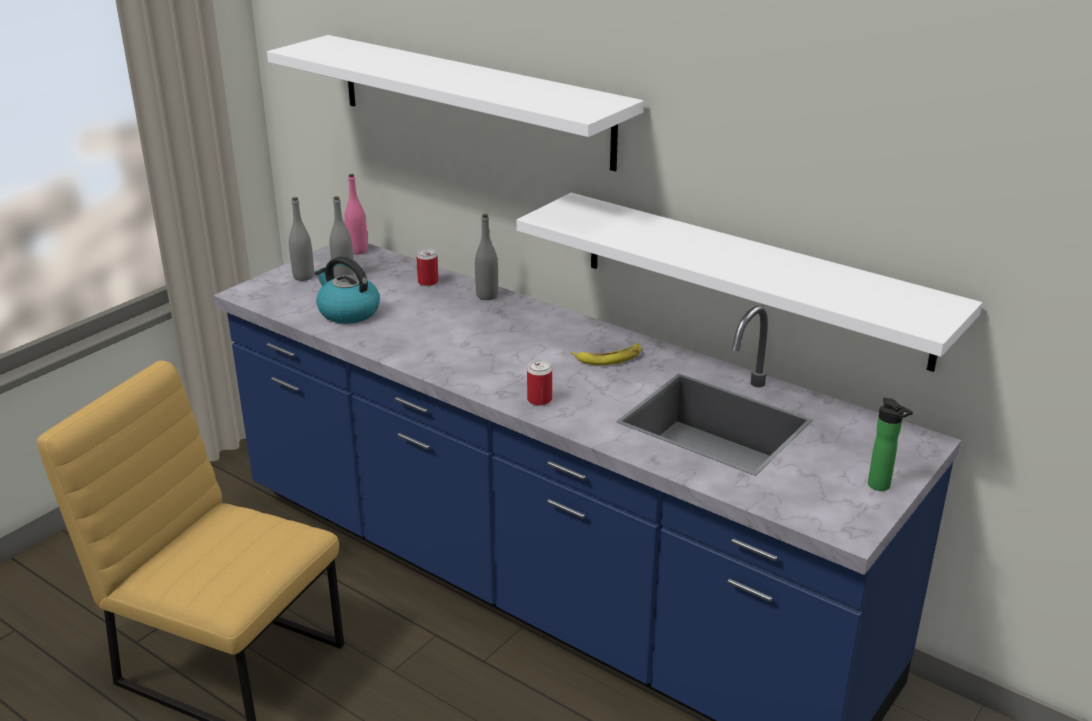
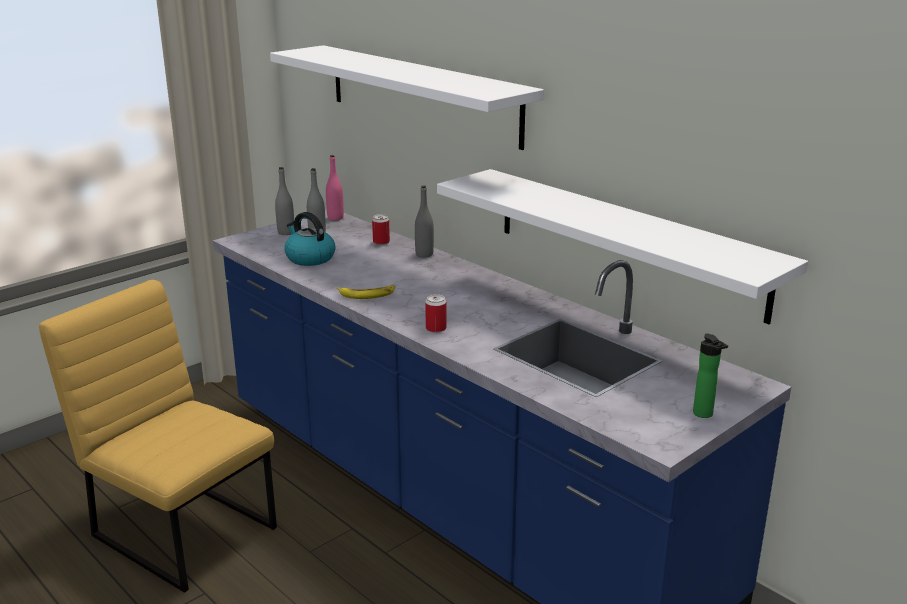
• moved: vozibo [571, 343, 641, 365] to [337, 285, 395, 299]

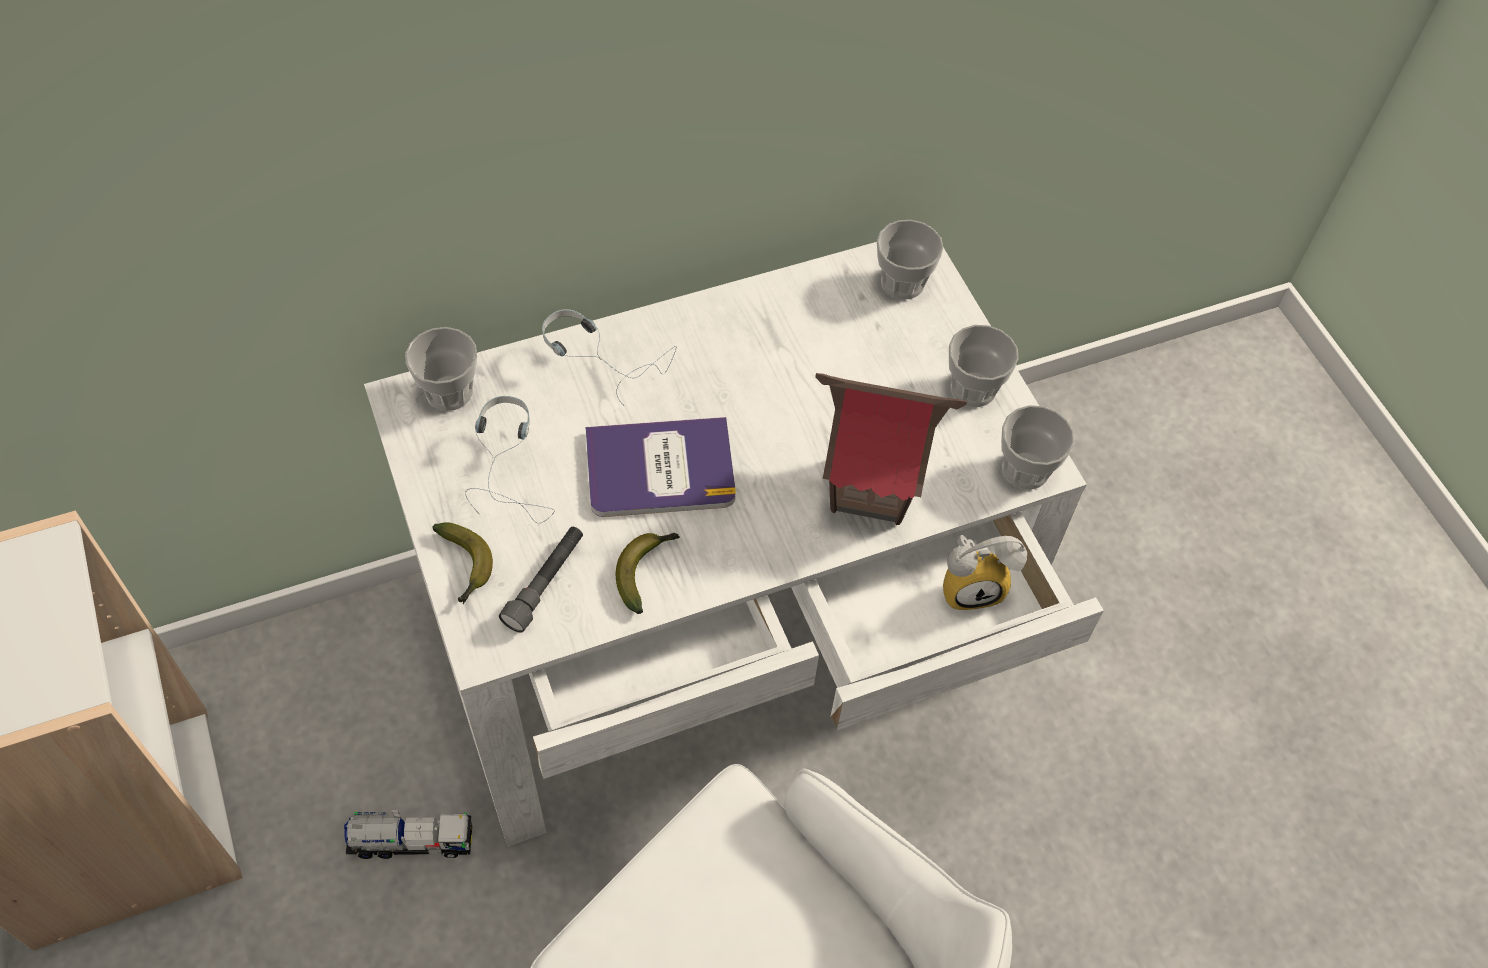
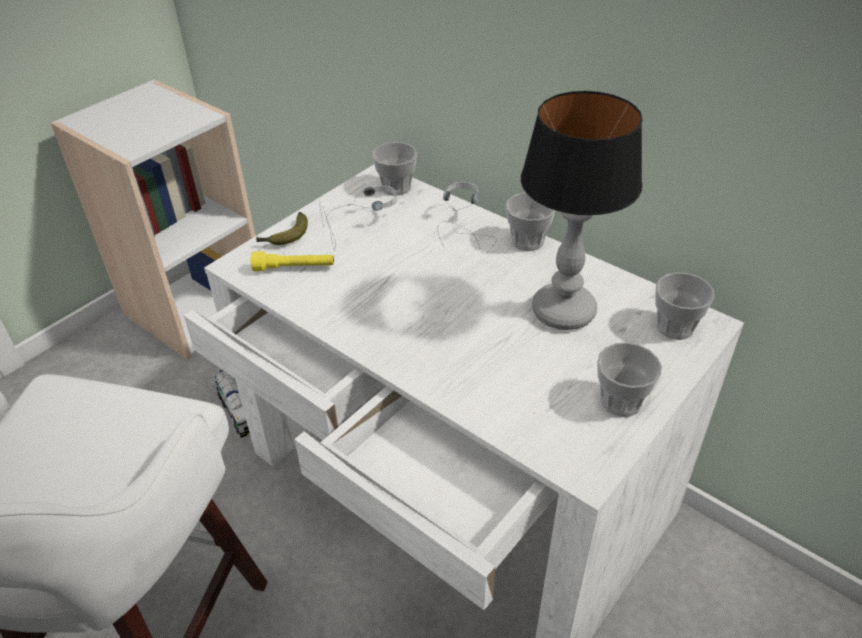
• removed: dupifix [815, 373, 967, 525]
• moved: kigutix [1001, 405, 1074, 490] to [506, 193, 555, 251]
• removed: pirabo [585, 417, 736, 517]
• recoloured: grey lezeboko [499, 527, 583, 633] to yellow lezeboko [251, 251, 334, 271]
• removed: vozibo [616, 533, 679, 614]
• removed: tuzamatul [943, 535, 1027, 610]
• added: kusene [521, 91, 643, 330]

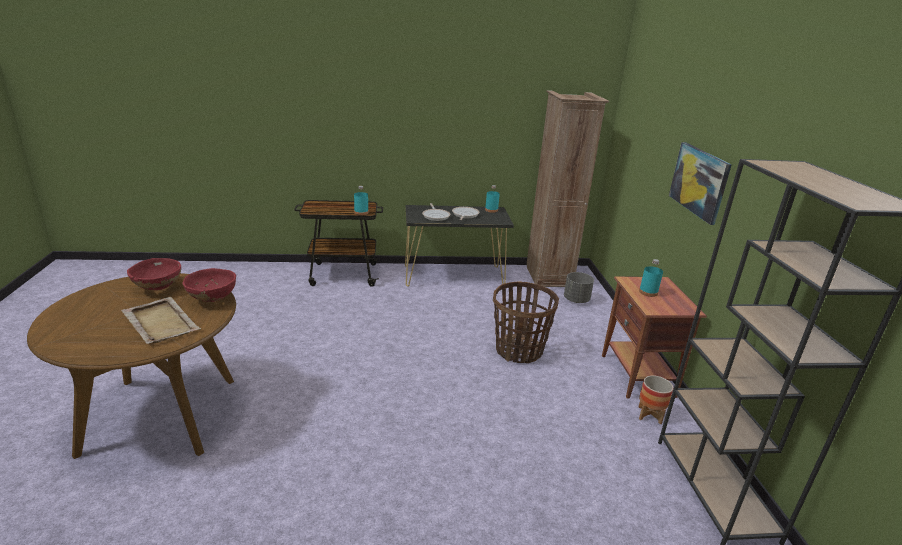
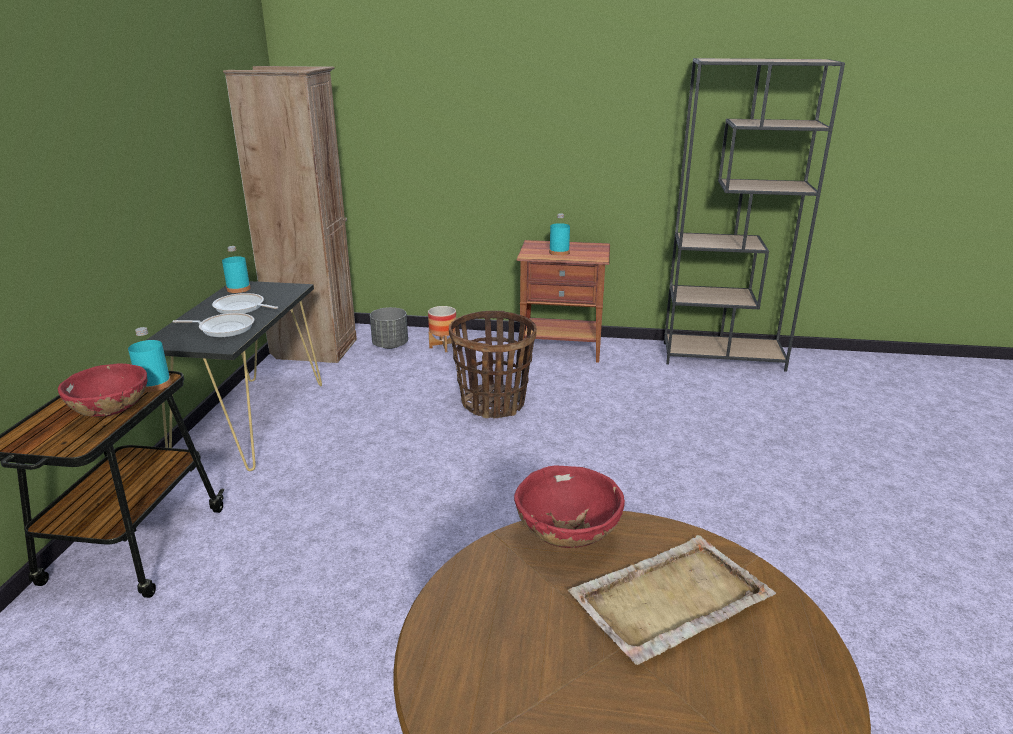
• removed: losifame [669, 142, 732, 225]
• moved: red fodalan [127, 258, 181, 290] to [58, 363, 147, 417]
• moved: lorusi [639, 375, 673, 425] to [428, 306, 457, 352]

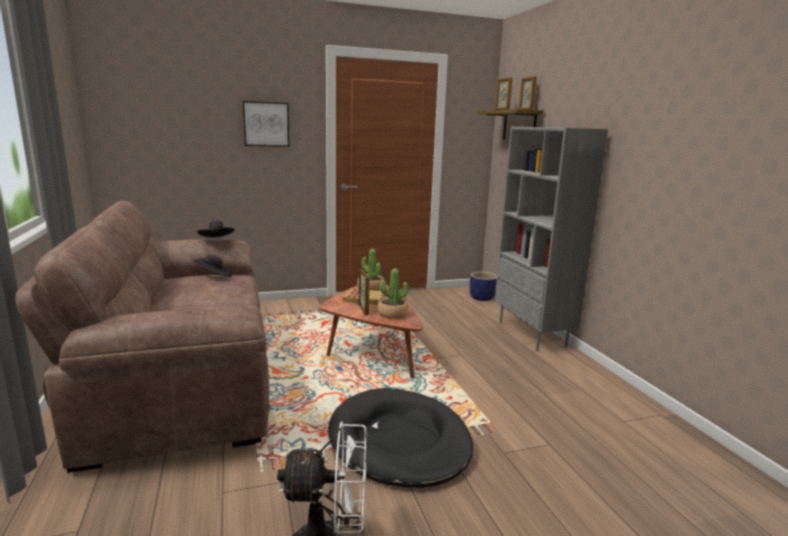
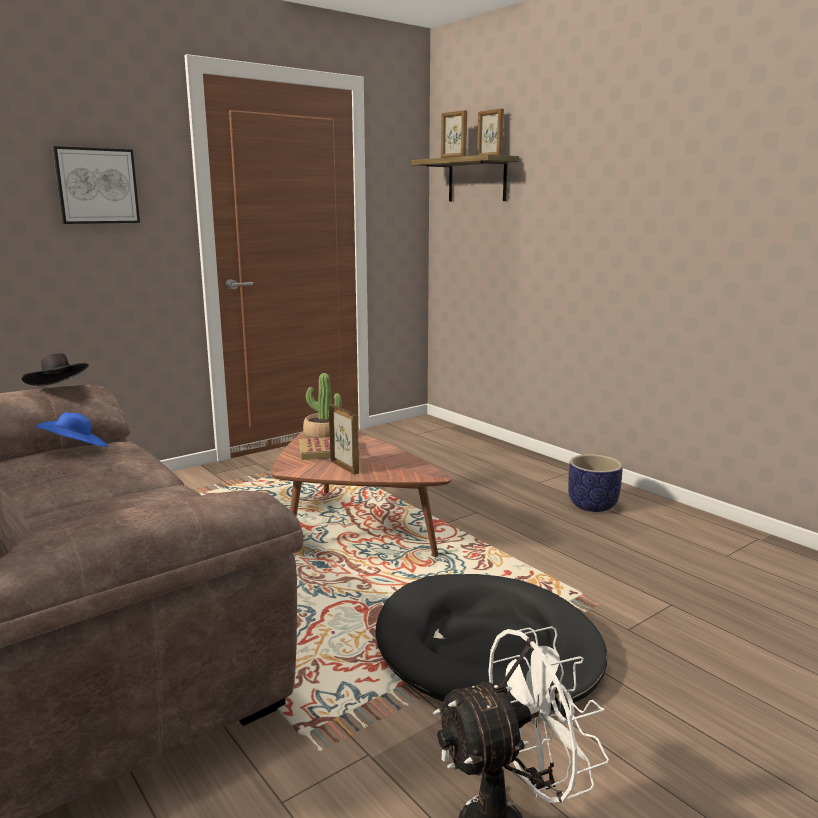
• removed: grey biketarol [495, 127, 608, 351]
• recoloured: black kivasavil [193, 254, 232, 277] to blue kivasavil [35, 412, 109, 447]
• removed: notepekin [377, 268, 409, 319]
• moved: lorusi [470, 272, 497, 301] to [568, 454, 623, 512]

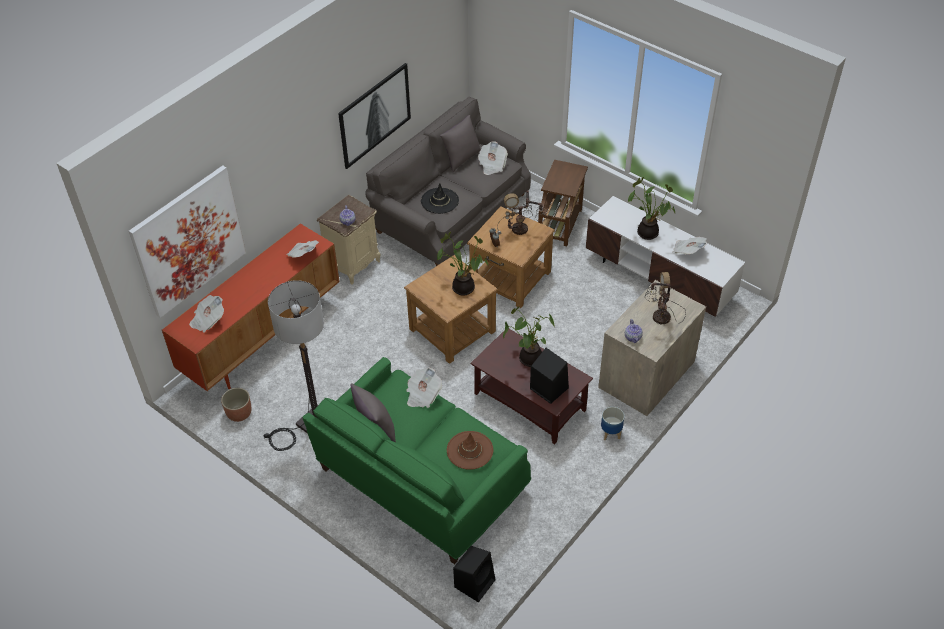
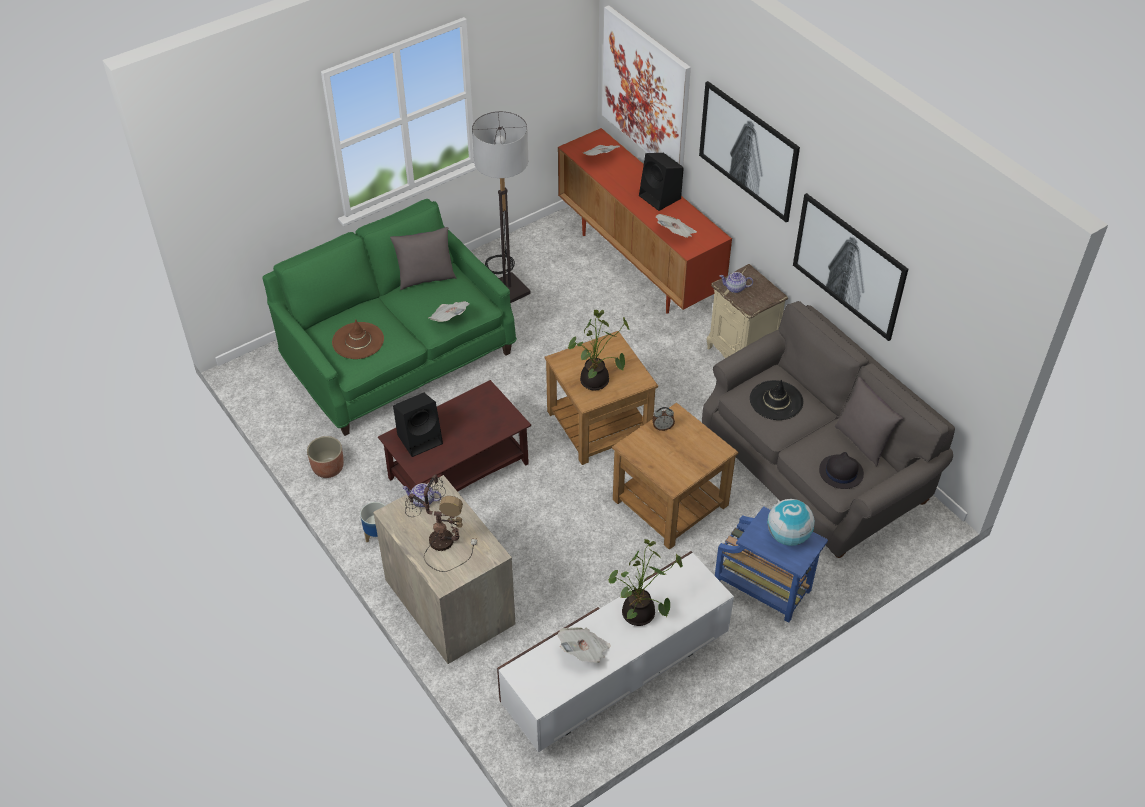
• replaced: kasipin [478, 141, 508, 175] to black kivasavil [819, 452, 864, 489]
• recoloured: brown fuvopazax [538, 160, 588, 246] to blue fuvopazax [715, 506, 828, 623]
• removed: kusene [497, 190, 546, 235]
• removed: notepekin [503, 307, 555, 367]
• moved: lorusi [221, 388, 252, 422] to [307, 436, 344, 478]
• moved: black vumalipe [453, 546, 495, 603] to [639, 153, 684, 211]
• added: losifame [699, 81, 800, 223]
• added: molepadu [767, 499, 815, 546]

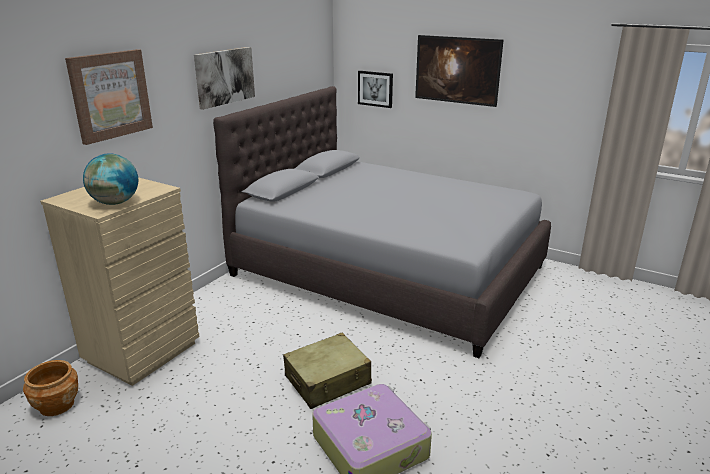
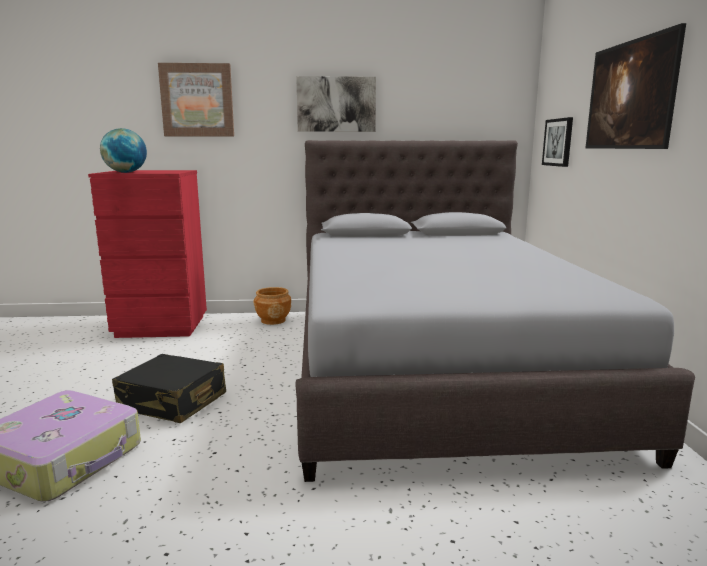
• recoloured: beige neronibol [40, 177, 200, 386] to red neronibol [88, 170, 207, 338]
• recoloured: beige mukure [283, 333, 372, 409] to black mukure [112, 354, 226, 423]
• moved: brown lorusi [23, 360, 78, 416] to [253, 287, 291, 325]

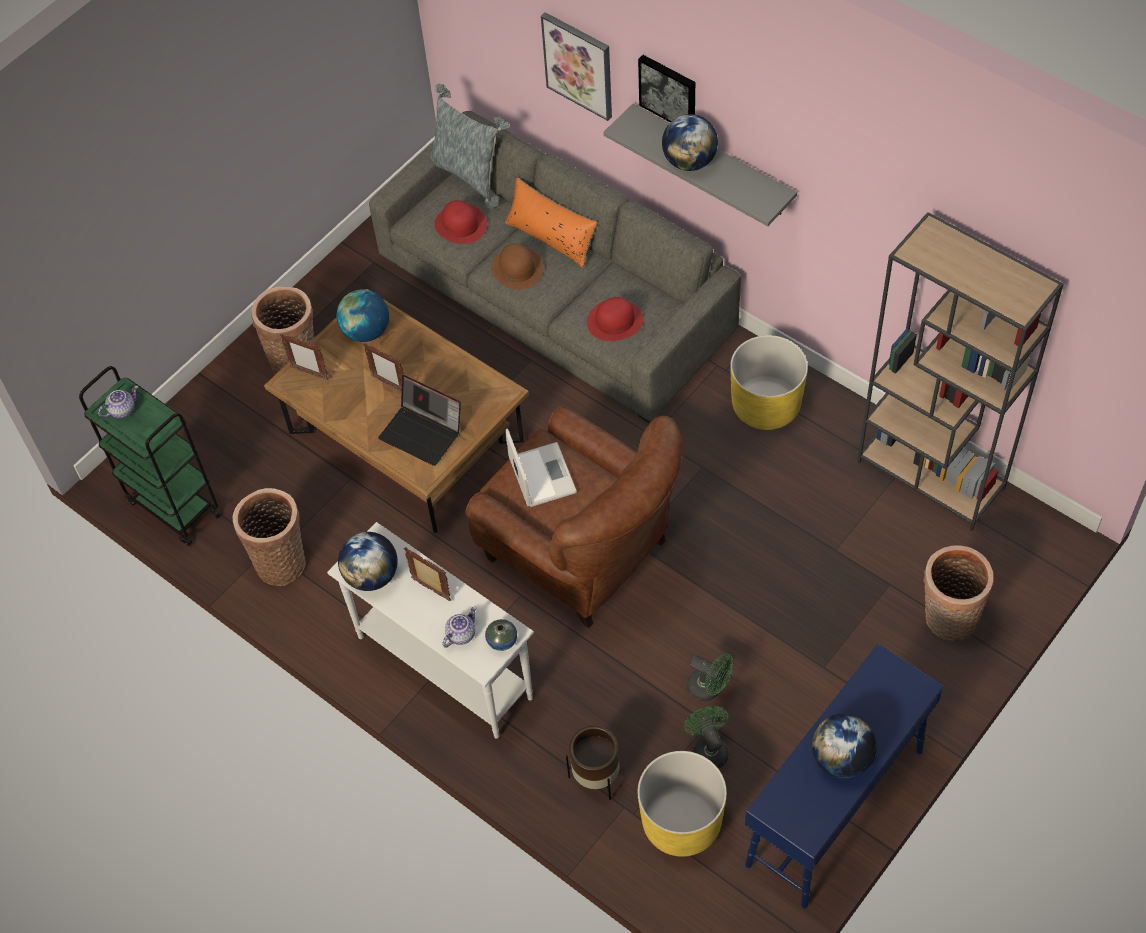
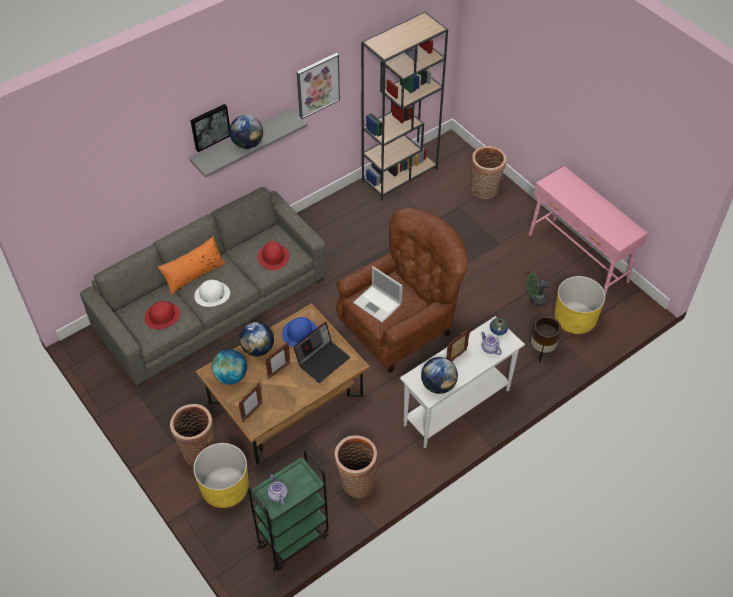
• moved: losifame [541, 12, 612, 121] to [297, 53, 340, 119]
• removed: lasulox [430, 84, 510, 209]
• recoloured: brown kivasavil [491, 243, 544, 290] to white kivasavil [194, 280, 230, 307]
• moved: yellow lorusi [730, 335, 808, 430] to [193, 443, 249, 508]
• turned: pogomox [505, 429, 577, 507] = [353, 266, 403, 323] 135 degrees counterclockwise
• recoloured: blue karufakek [745, 644, 944, 908] to pink karufakek [529, 166, 648, 297]
• removed: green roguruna [687, 653, 734, 701]
• moved: molepadu [812, 714, 877, 778] to [239, 322, 274, 356]
• added: blue kivasavil [282, 317, 317, 347]

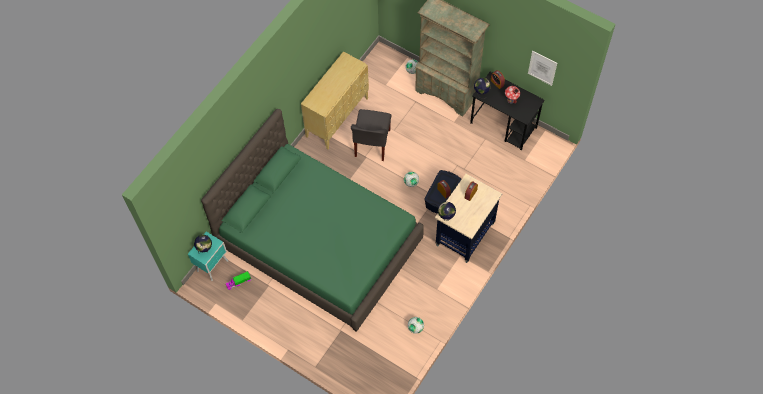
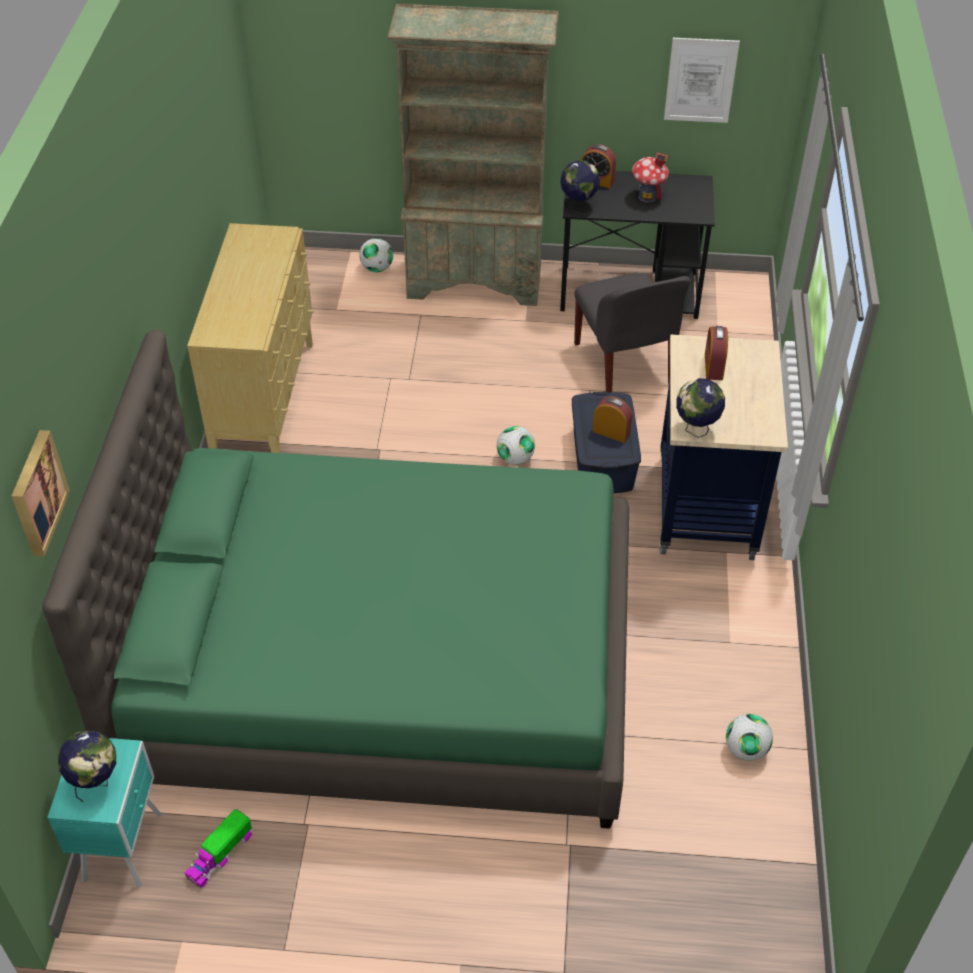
• moved: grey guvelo [351, 109, 391, 161] to [574, 273, 691, 392]
• added: losifame [12, 430, 70, 557]

